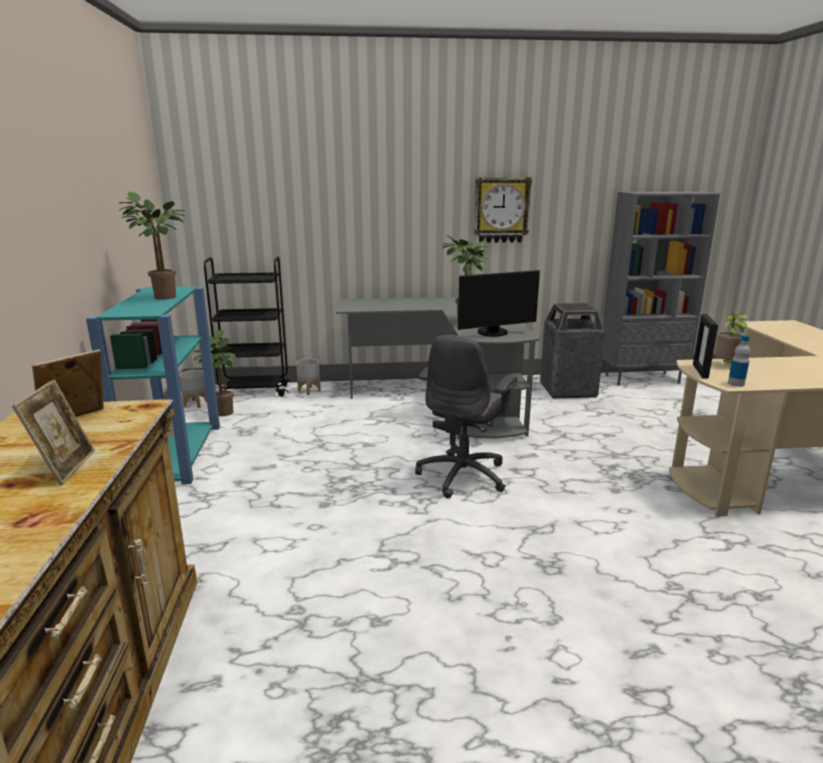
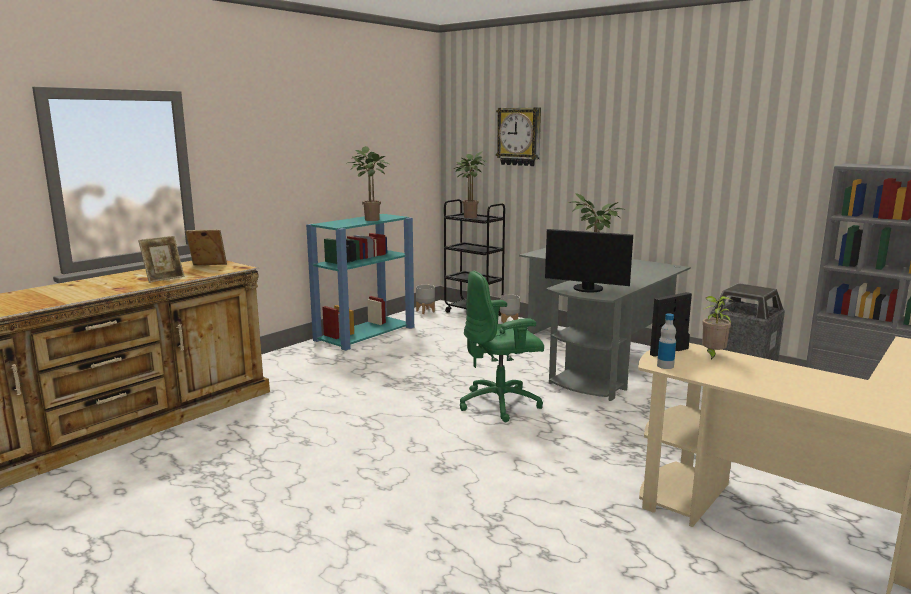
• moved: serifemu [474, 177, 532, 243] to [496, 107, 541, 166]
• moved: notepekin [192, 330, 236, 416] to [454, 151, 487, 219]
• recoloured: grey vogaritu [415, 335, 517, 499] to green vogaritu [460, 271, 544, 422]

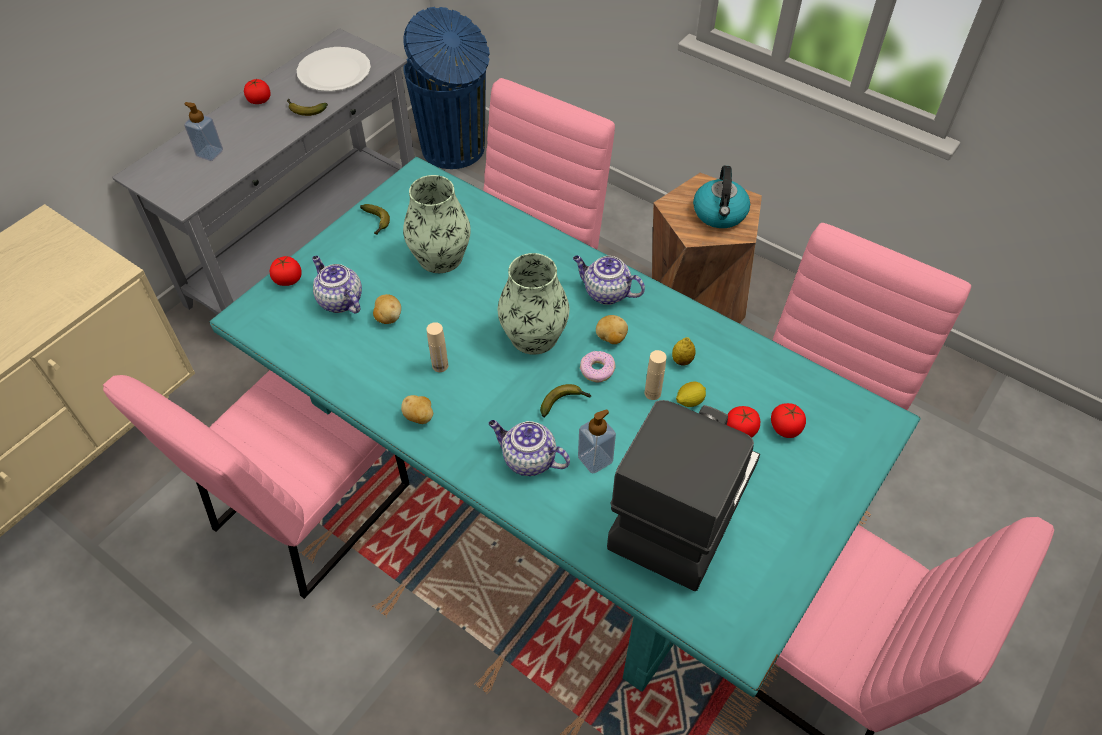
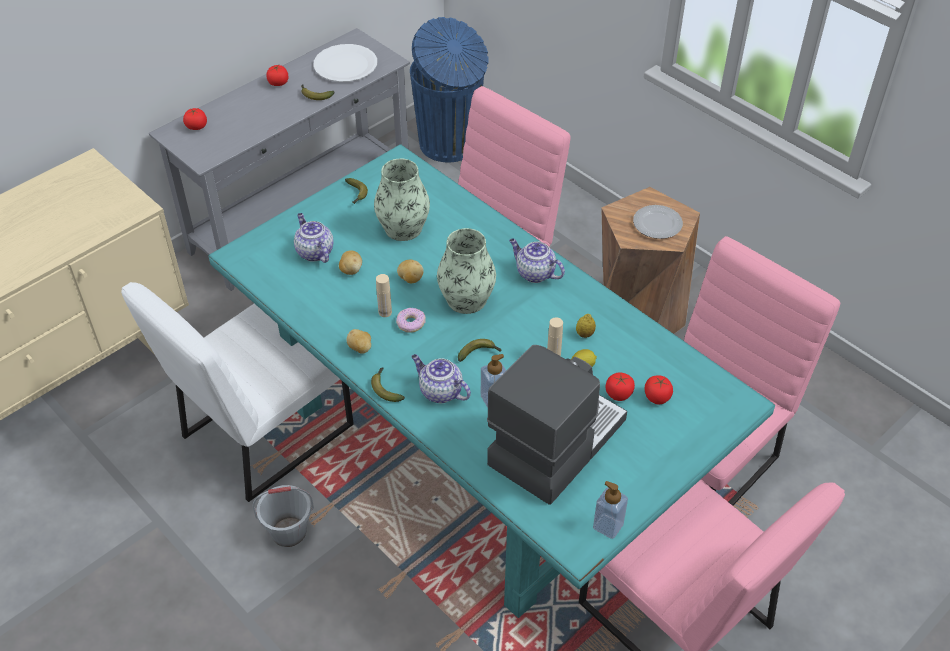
• moved: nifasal [184, 102, 223, 161] to [593, 481, 628, 539]
• replaced: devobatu [693, 166, 750, 228] to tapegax [633, 205, 683, 239]
• moved: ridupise [270, 256, 302, 286] to [183, 108, 207, 130]
• moved: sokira [596, 315, 628, 344] to [397, 260, 424, 283]
• moved: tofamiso [580, 351, 616, 382] to [396, 307, 426, 333]
• recoloured: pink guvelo [103, 370, 409, 599] to white guvelo [121, 282, 354, 502]
• added: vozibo [371, 368, 405, 402]
• added: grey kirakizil [253, 485, 314, 547]

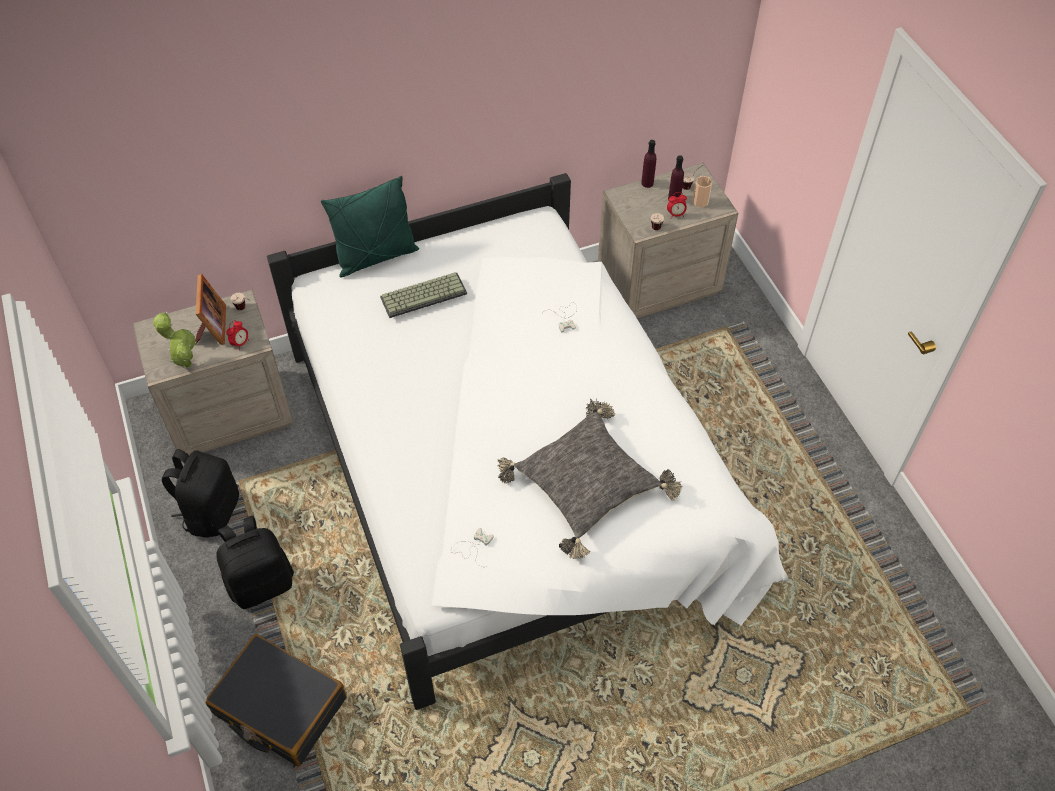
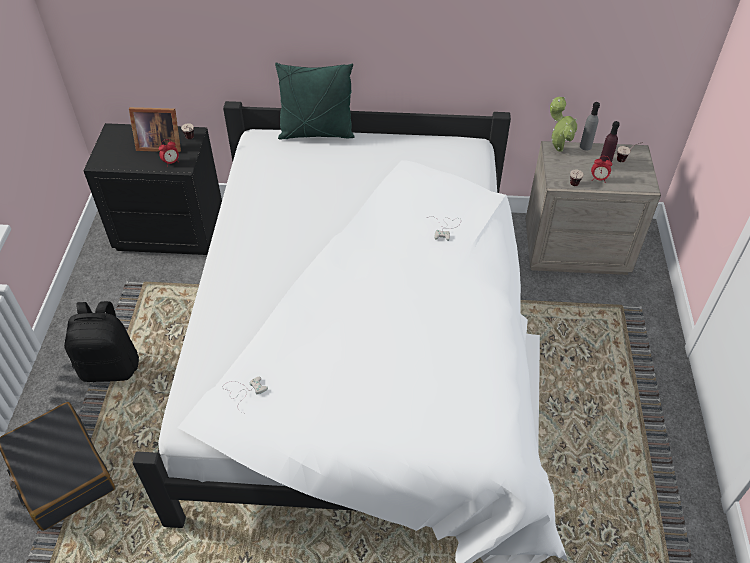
• recoloured: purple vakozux [641, 140, 656, 188] to grey vakozux [580, 102, 600, 151]
• removed: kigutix [692, 176, 712, 208]
• removed: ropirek [380, 272, 467, 318]
• turned: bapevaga [195, 274, 226, 345] = [129, 107, 181, 152] 75 degrees clockwise
• recoloured: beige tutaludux [132, 290, 293, 455] to black tutaludux [84, 123, 222, 255]
• moved: notepekin [153, 312, 196, 368] to [550, 97, 577, 152]
• removed: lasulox [497, 398, 682, 560]
• removed: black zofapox [162, 449, 239, 538]

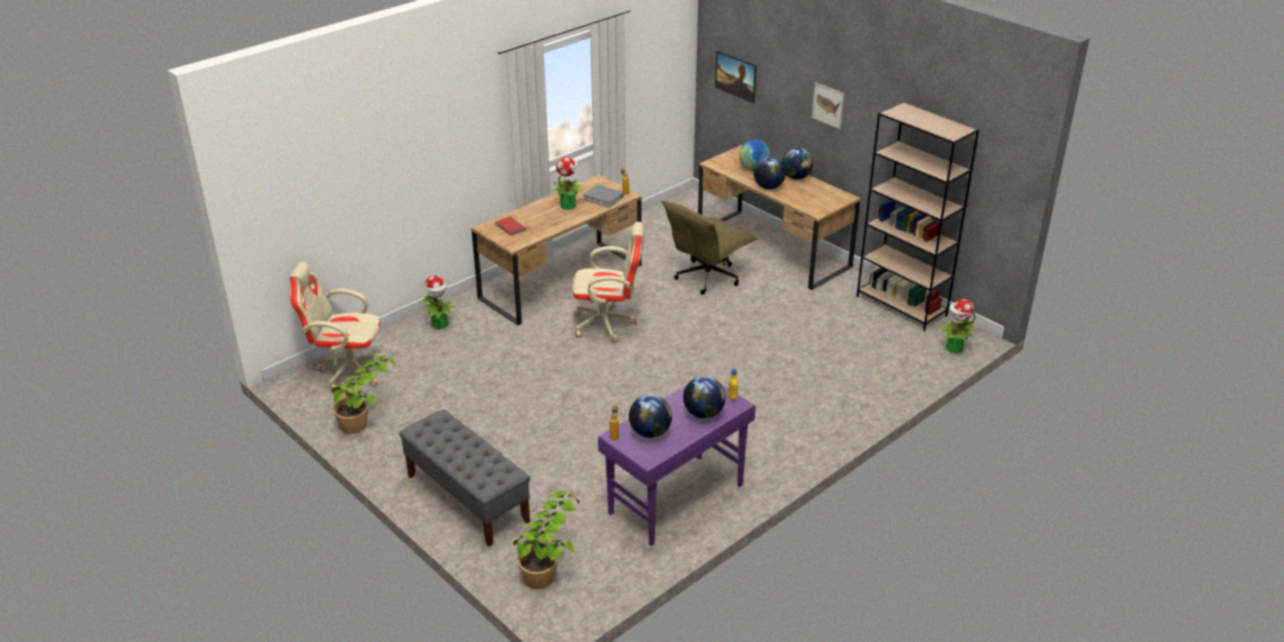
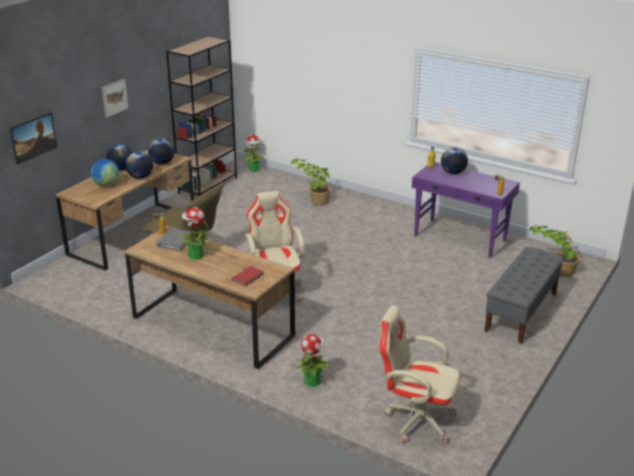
• turned: beige vogaritu [289, 262, 387, 393] = [379, 305, 460, 444] 120 degrees clockwise
• moved: notepekin [332, 355, 396, 434] to [291, 158, 331, 206]
• moved: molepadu [629, 394, 672, 438] to [148, 138, 175, 165]

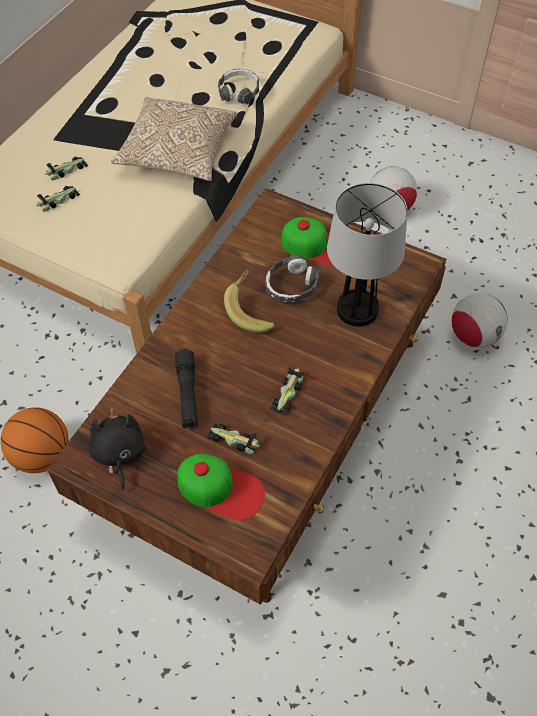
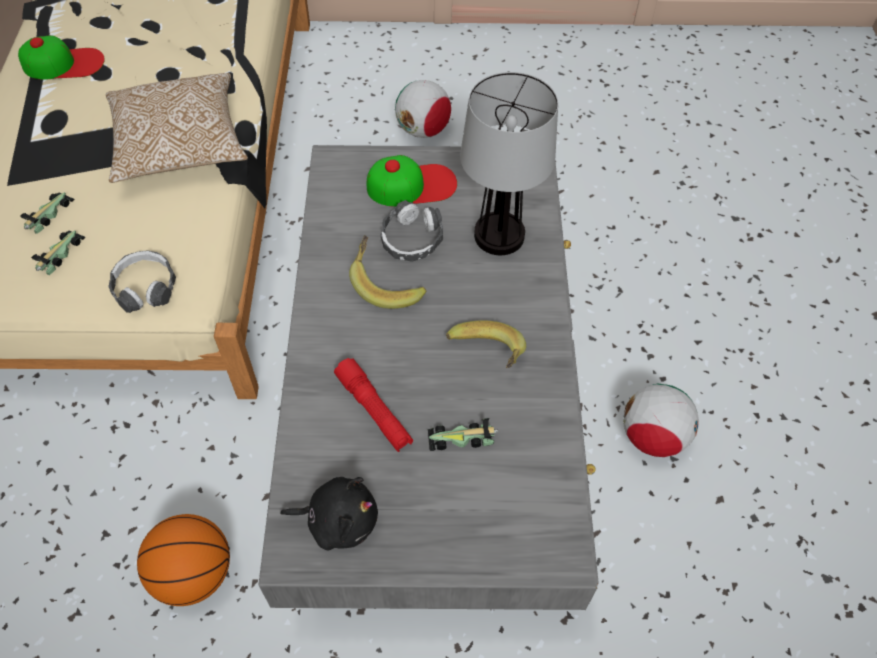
• moved: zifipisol [218, 69, 259, 104] to [108, 250, 176, 313]
• recoloured: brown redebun [47, 188, 447, 605] to grey redebun [258, 145, 599, 610]
• moved: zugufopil [451, 293, 508, 348] to [623, 383, 699, 457]
• recoloured: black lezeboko [175, 349, 198, 429] to red lezeboko [334, 358, 413, 452]
• replaced: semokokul [270, 367, 304, 416] to vozibo [446, 320, 526, 368]
• turned: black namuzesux [89, 408, 145, 491] = [280, 477, 378, 550] 135 degrees clockwise
• moved: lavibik [177, 453, 265, 520] to [18, 35, 105, 80]

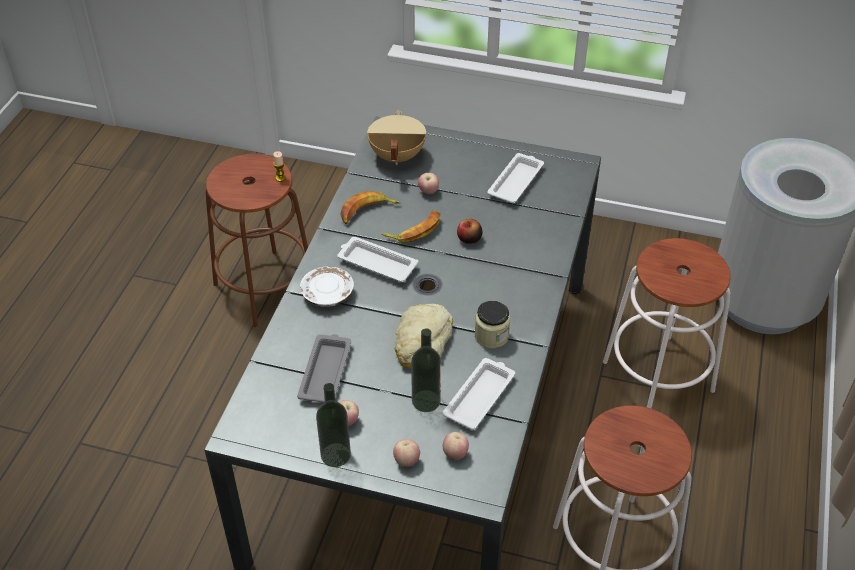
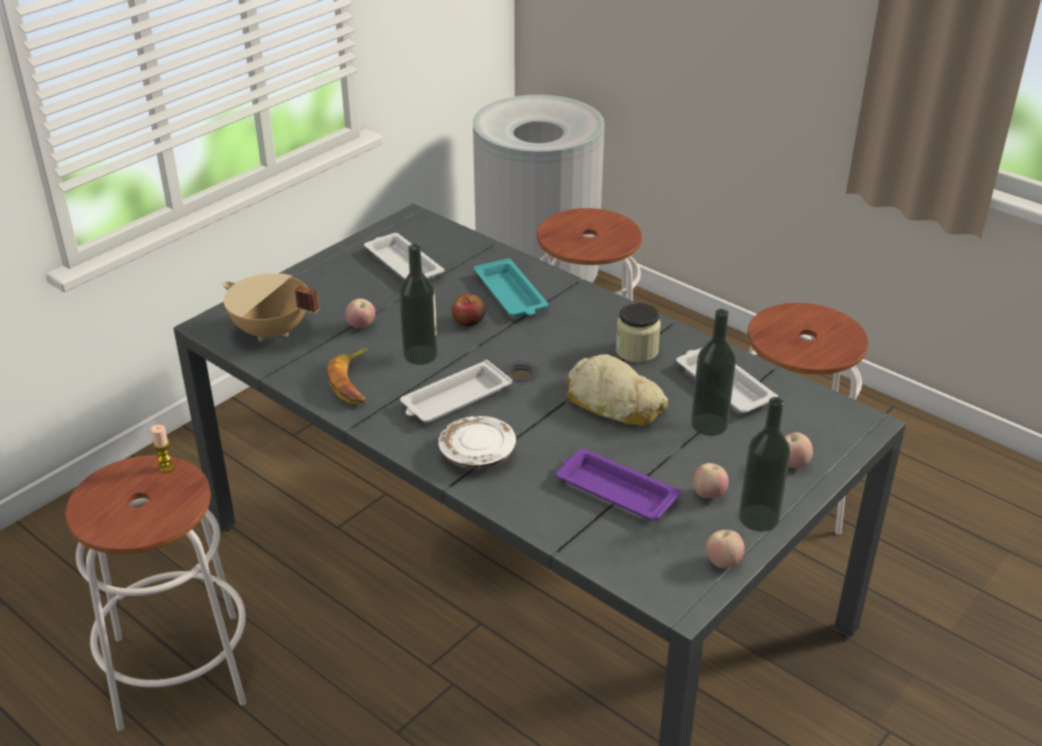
• recoloured: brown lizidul [206, 154, 308, 327] to white lizidul [65, 455, 246, 731]
• replaced: vozibo [382, 210, 440, 243] to vakozux [399, 244, 438, 365]
• recoloured: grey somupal [297, 334, 351, 403] to purple somupal [556, 449, 681, 521]
• moved: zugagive [443, 432, 469, 459] to [706, 530, 745, 569]
• added: turquoise somupal [474, 258, 548, 317]

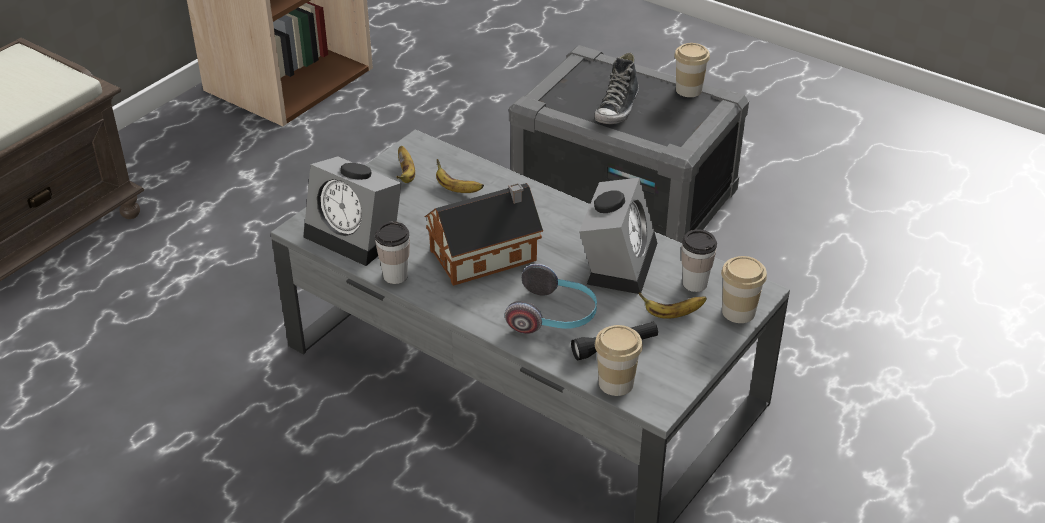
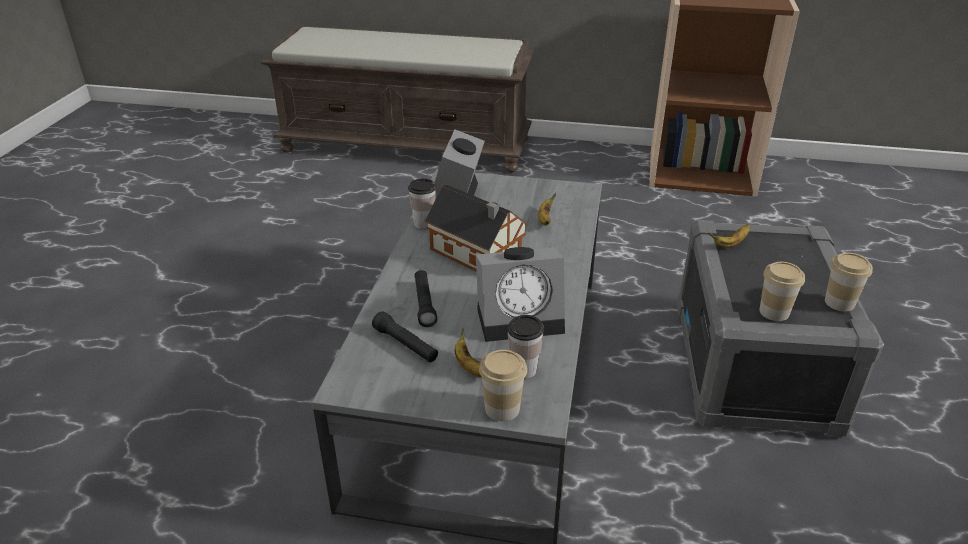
• removed: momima [595, 52, 639, 124]
• moved: vozibo [397, 146, 415, 183] to [709, 224, 750, 248]
• replaced: zifipisol [505, 264, 597, 334] to black lezeboko [415, 270, 437, 327]
• moved: kigutix [595, 325, 643, 396] to [760, 262, 805, 321]

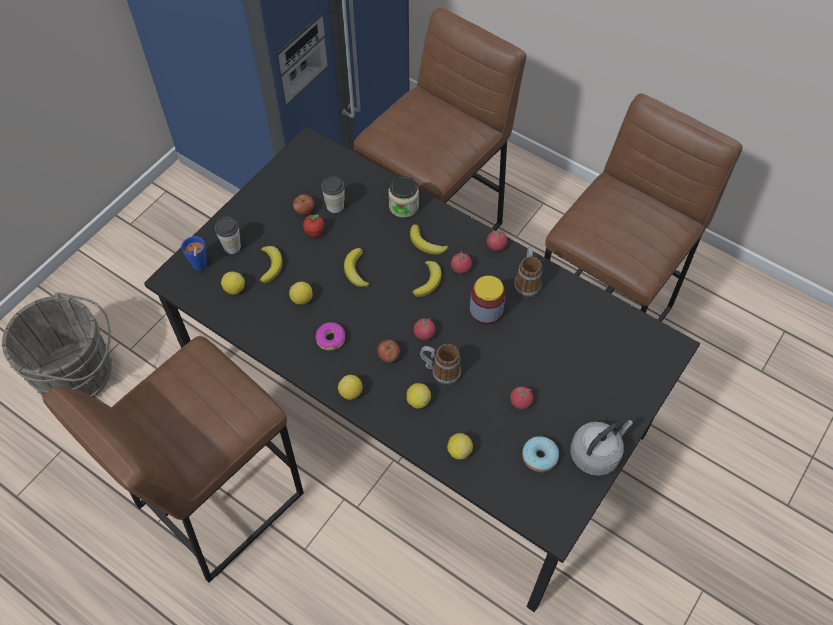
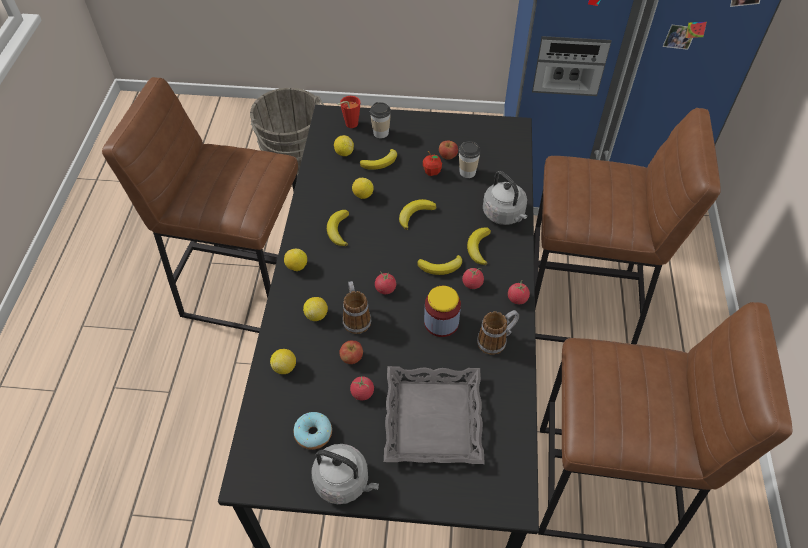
• replaced: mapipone [388, 176, 419, 218] to grey devobatu [483, 171, 528, 225]
• recoloured: blue kigutix [181, 236, 207, 271] to red kigutix [337, 96, 360, 128]
• replaced: tofamiso [316, 322, 345, 350] to vozibo [327, 210, 349, 246]
• moved: zugagive [377, 340, 400, 363] to [339, 341, 363, 364]
• added: grey somupal [384, 366, 485, 464]

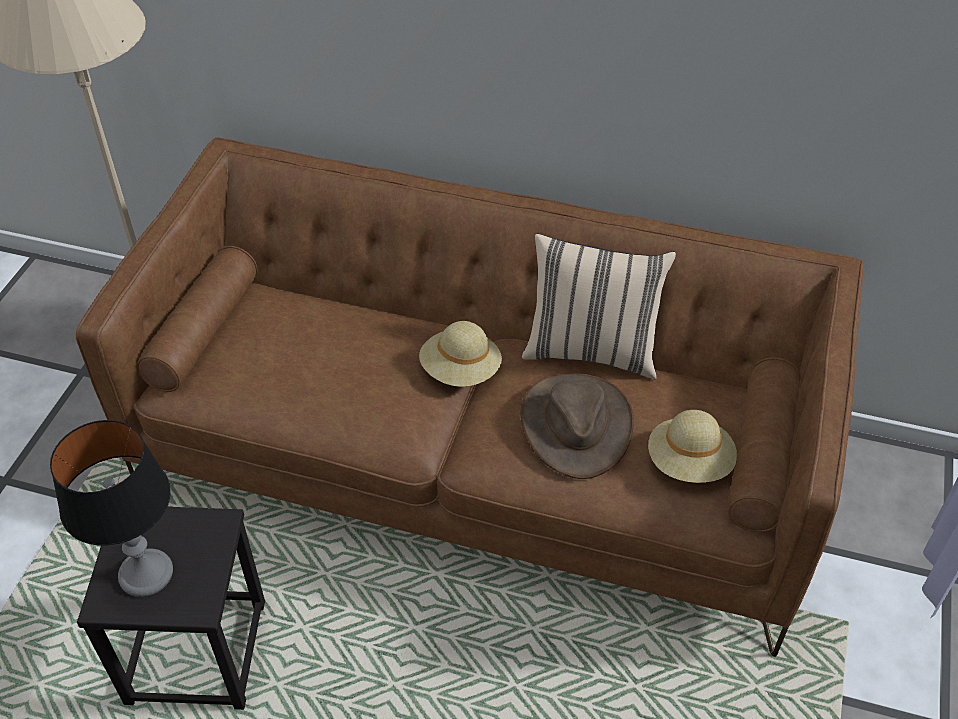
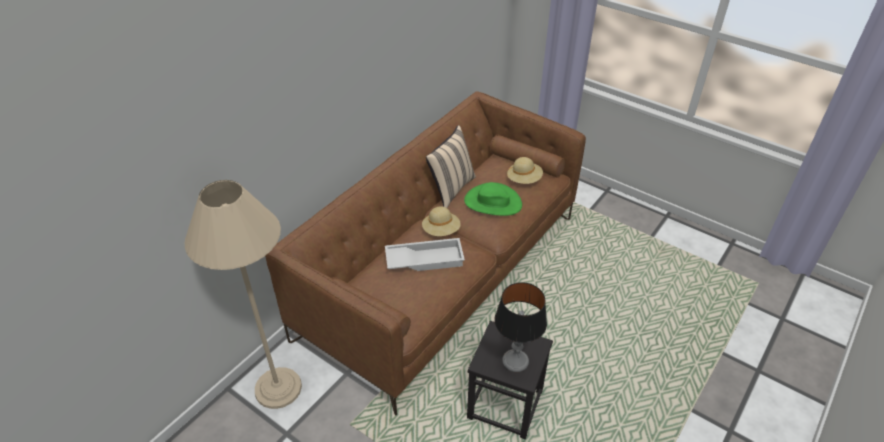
• recoloured: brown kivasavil [520, 373, 634, 479] to green kivasavil [464, 182, 522, 216]
• added: white somupal [385, 238, 465, 271]

